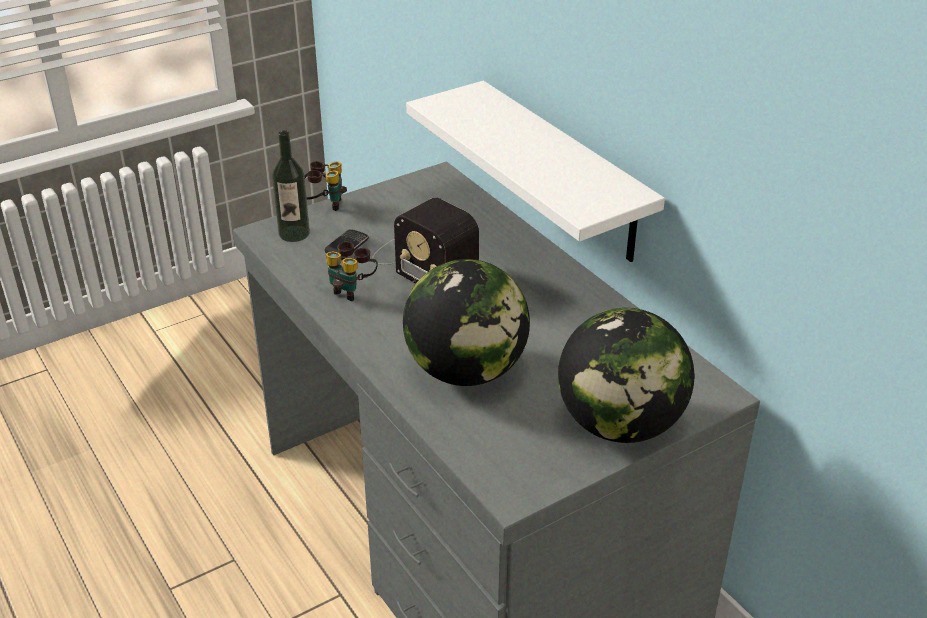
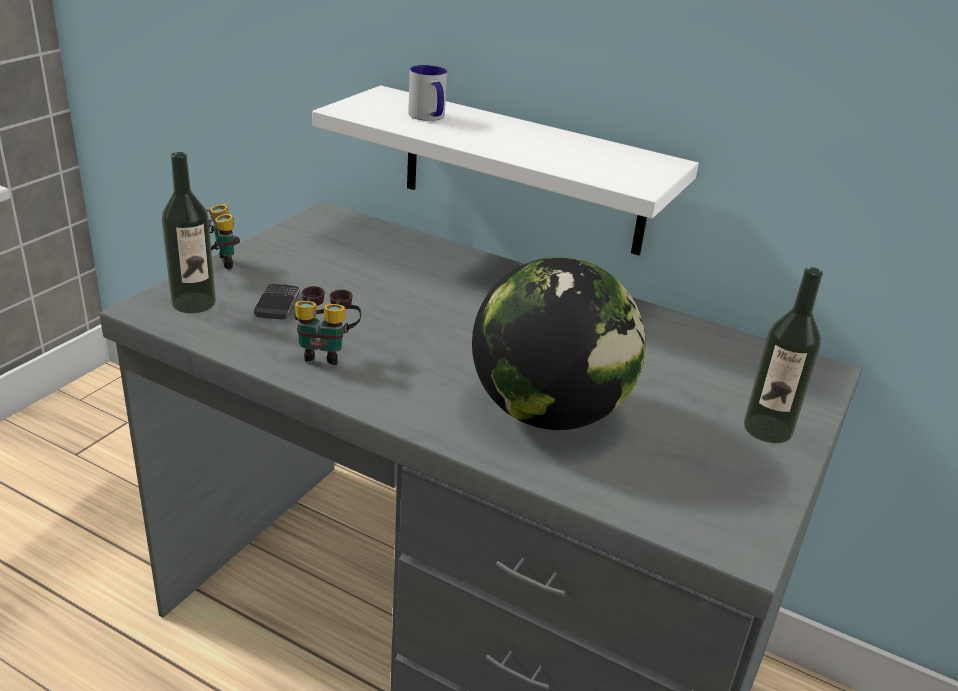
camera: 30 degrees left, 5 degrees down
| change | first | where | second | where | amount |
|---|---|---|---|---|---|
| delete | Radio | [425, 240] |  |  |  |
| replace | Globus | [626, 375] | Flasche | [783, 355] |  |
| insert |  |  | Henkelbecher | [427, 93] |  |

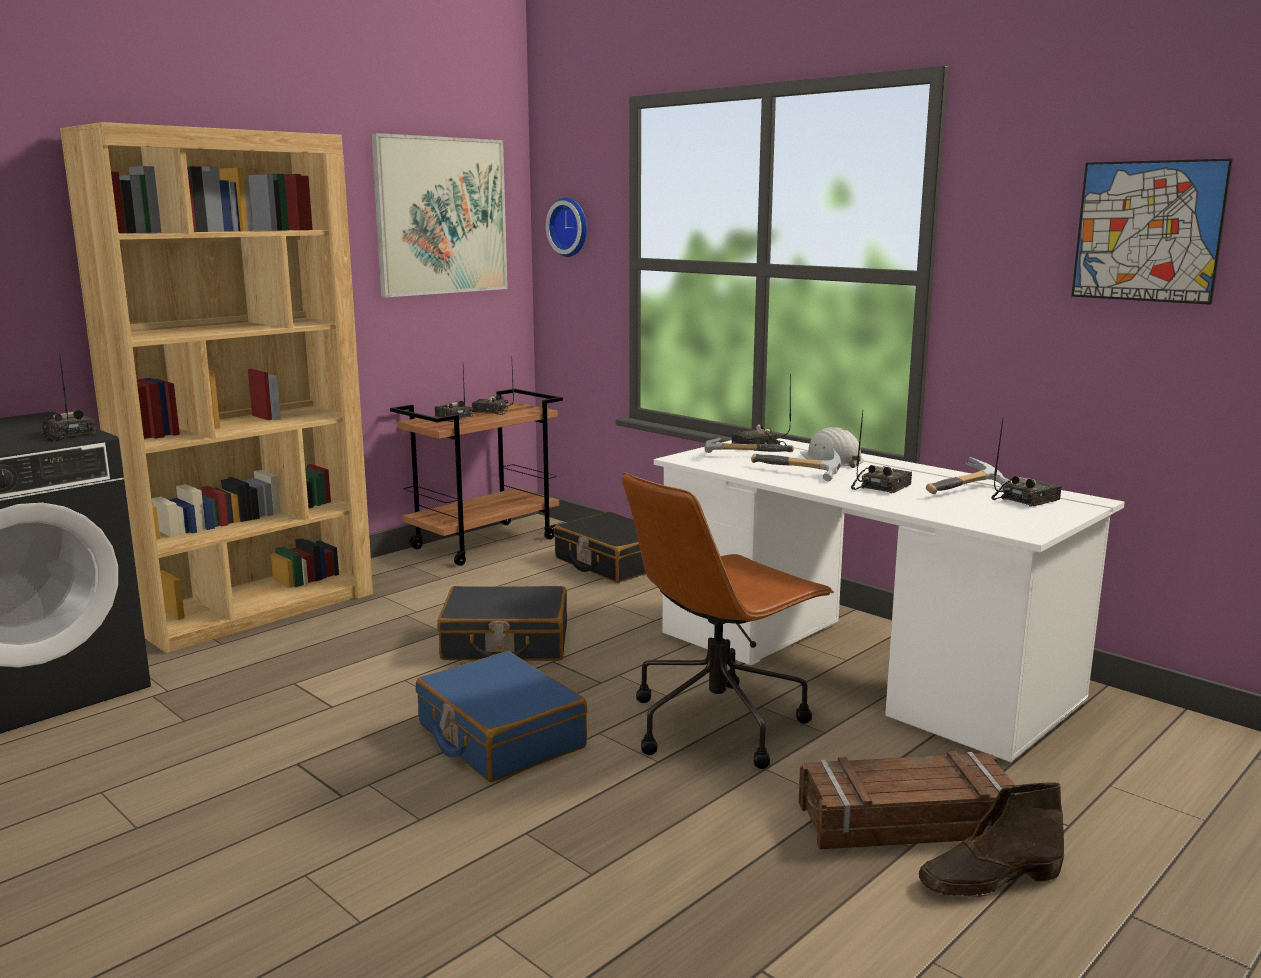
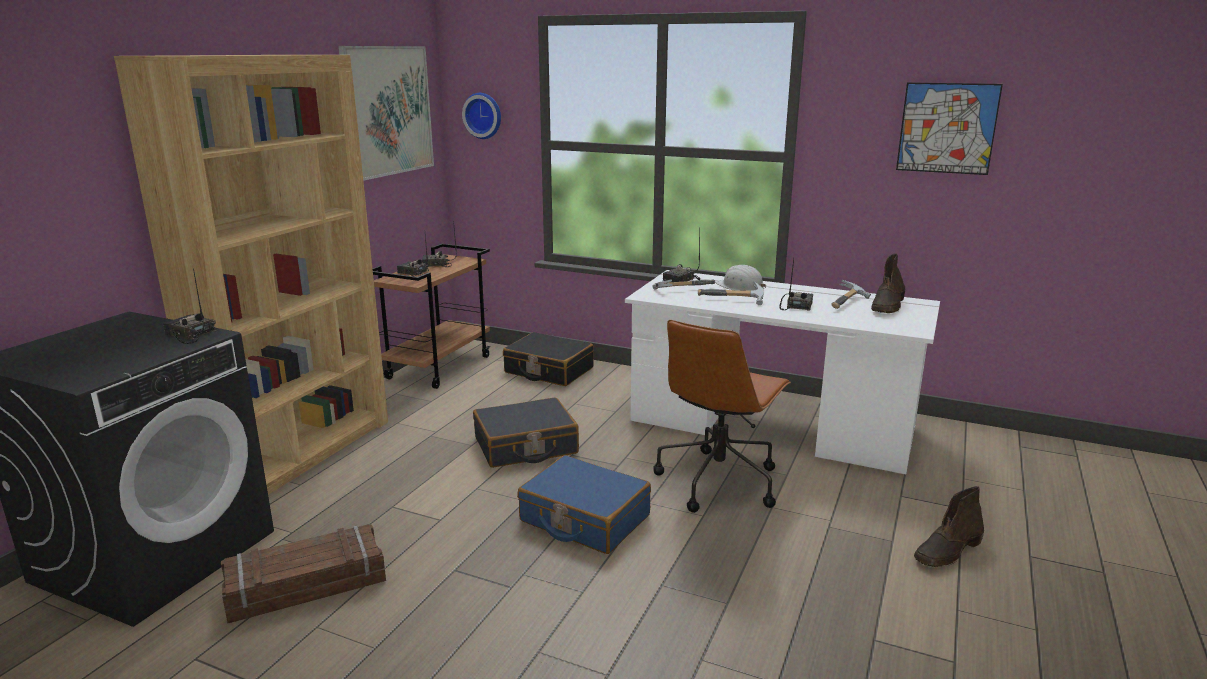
camera: 20 degrees left, 5 degrees up
| change | first | where | second | where | amount |
|---|---|---|---|---|---|
| move | Kiste | [907, 800] |  | [303, 573] |  |
| replace | Radio | [1026, 463] | Stiefel (braun) | [888, 283] |  |

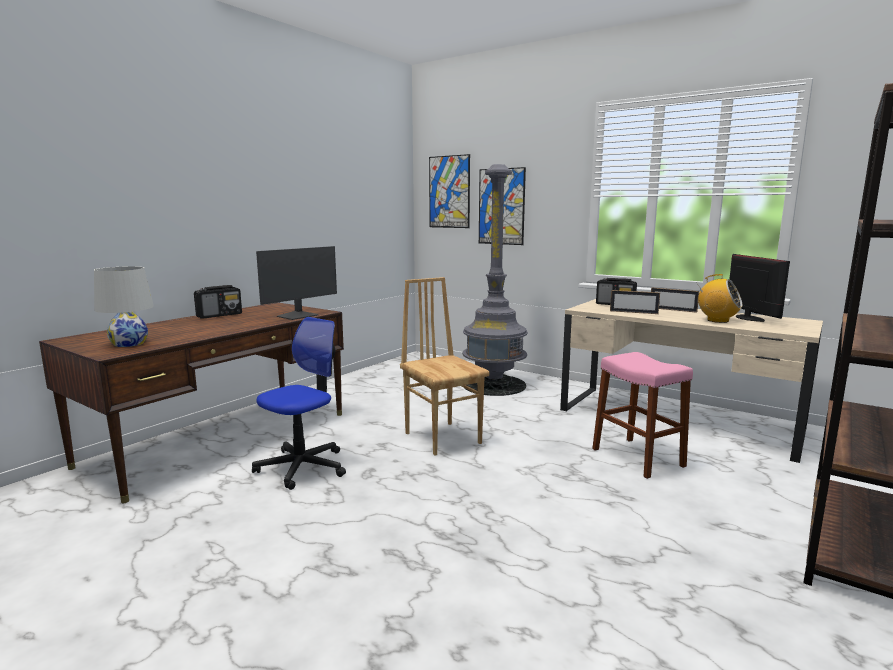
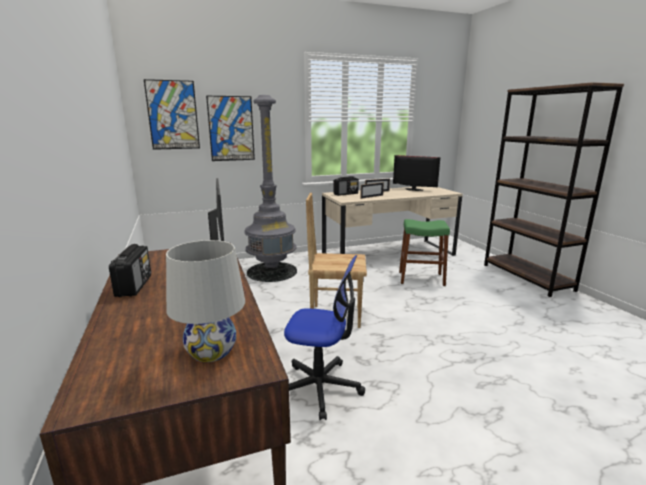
camera: 55 degrees left, 5 degrees up
| change | first | where | second | where | amount |
|---|---|---|---|---|---|
| rotate | Bürostuhl | [299, 403] |  | [324, 337] | 120 degrees clockwise |
| recolor | Hocker (rosa) | [642, 415] | Hocker (grün) | [424, 252] |  |
| delete | Radio | [719, 298] |  |  |  |

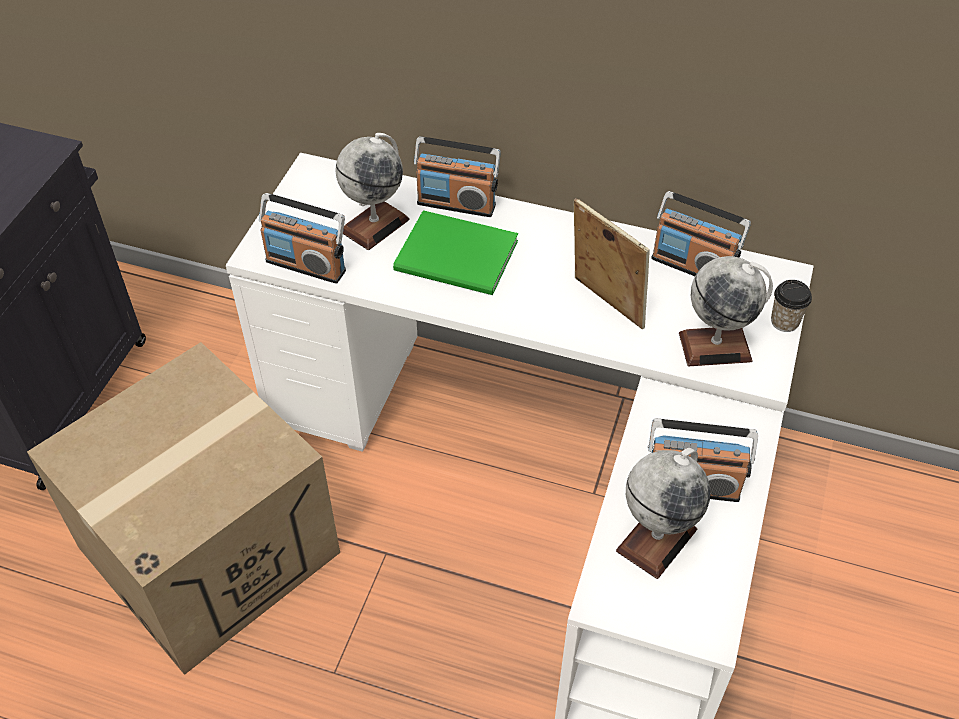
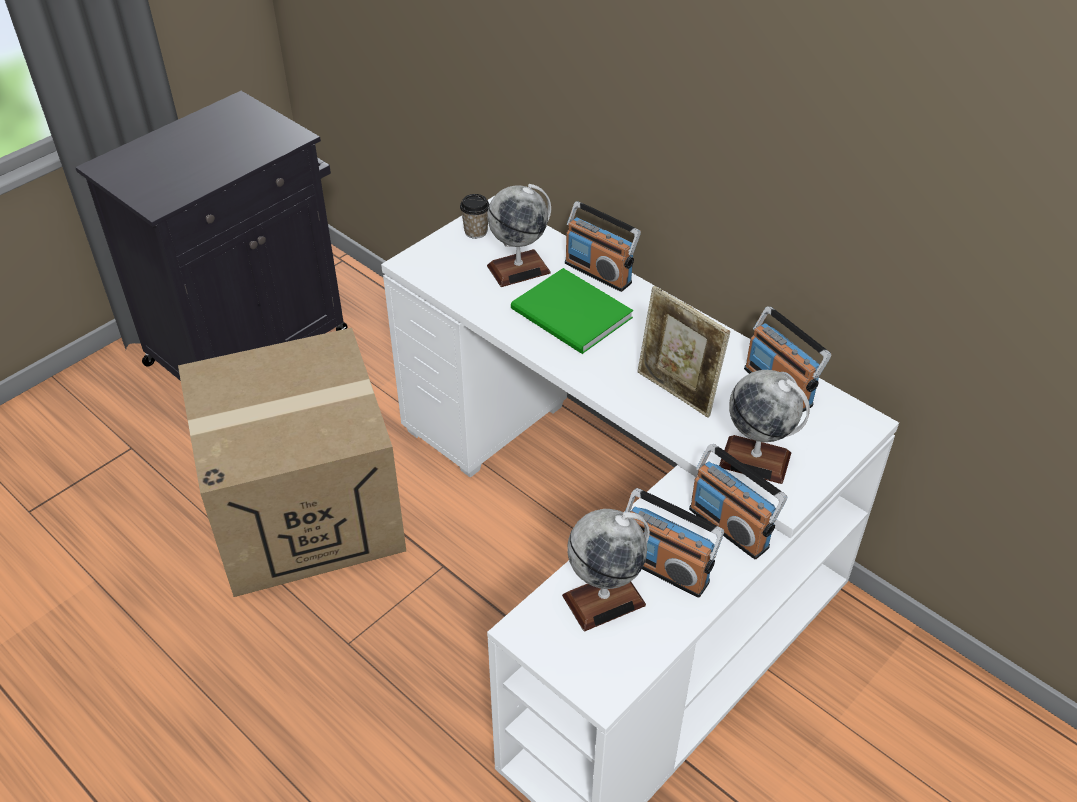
camera: 25 degrees right, 5 degrees down
| change | first | where | second | where | amount |
|---|---|---|---|---|---|
| move | Radio | [302, 238] |  | [738, 501] |  |
| rotate | Bilderrahmen | [612, 263] |  | [684, 351] | 150 degrees clockwise |
| move | Tasse | [791, 306] |  | [475, 216] |  |

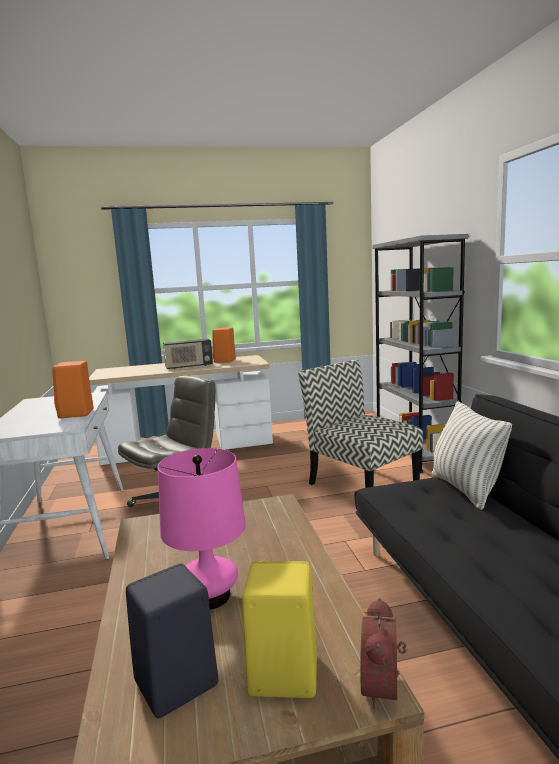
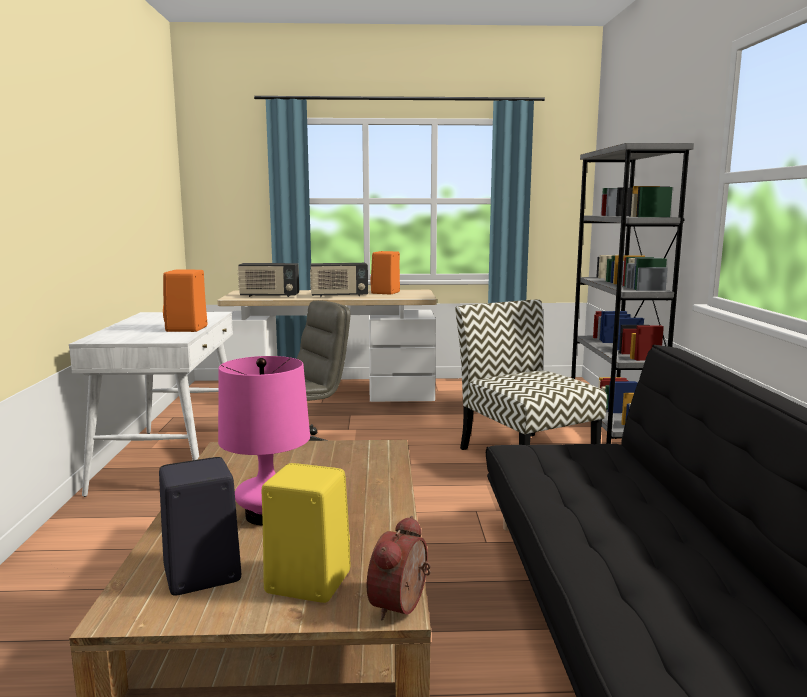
camera: 10 degrees right, 0 degrees up
| change | first | where | second | where | amount |
|---|---|---|---|---|---|
| delete | Kissen | [472, 455] |  |  |  |
| insert |  |  | Radio | [268, 280] |  |

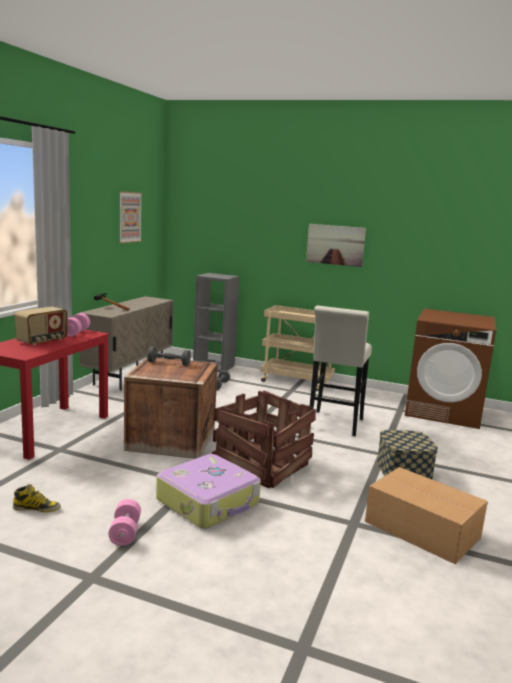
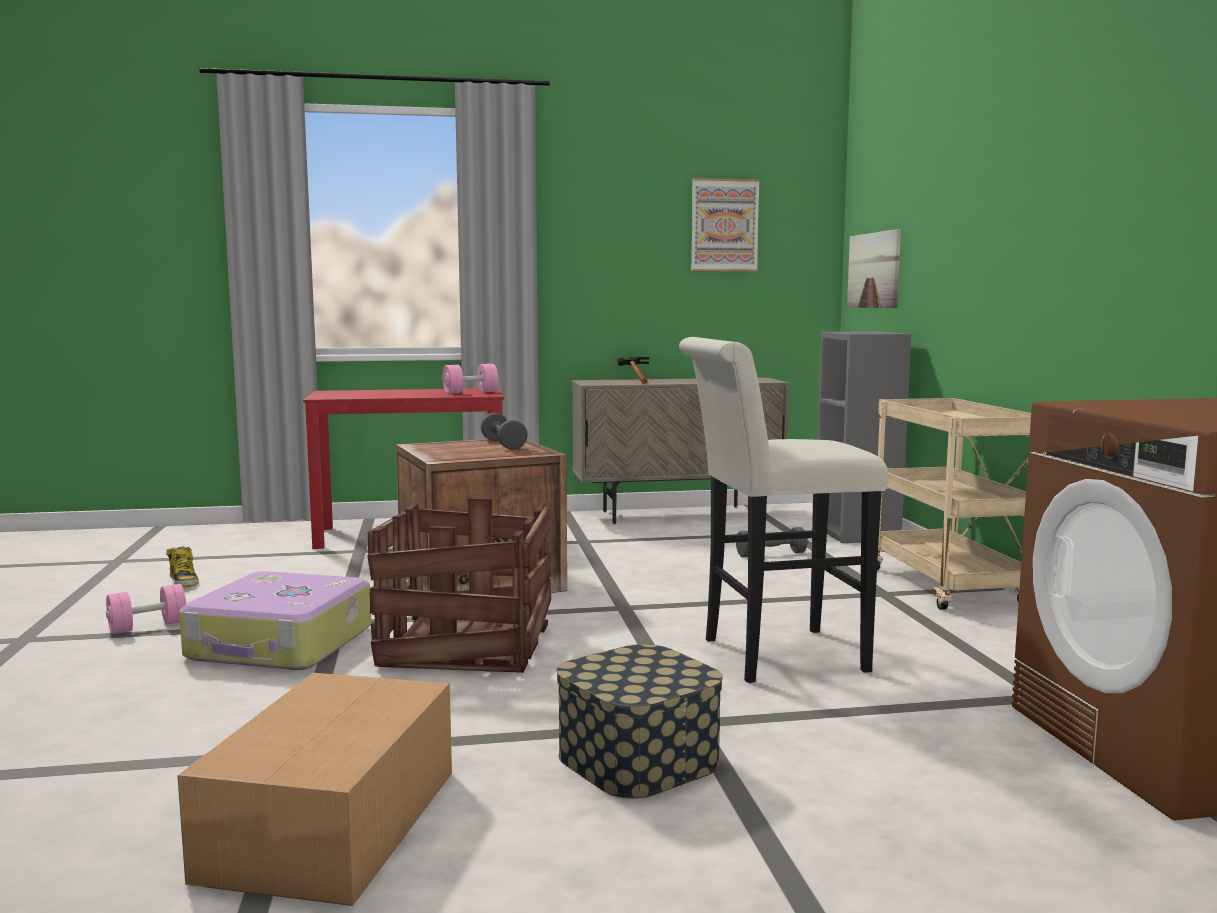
camera: 60 degrees right, 5 degrees down
| change | first | where | second | where | amount |
|---|---|---|---|---|---|
| delete | Radio | [41, 326] |  |  |  |
| move | Bild | [336, 245] |  | [874, 268] |  |

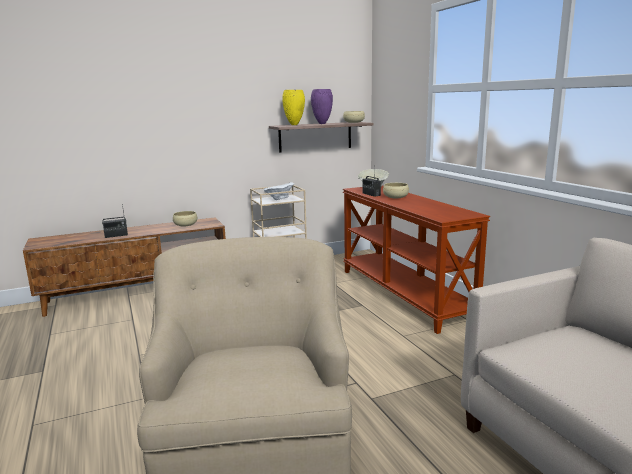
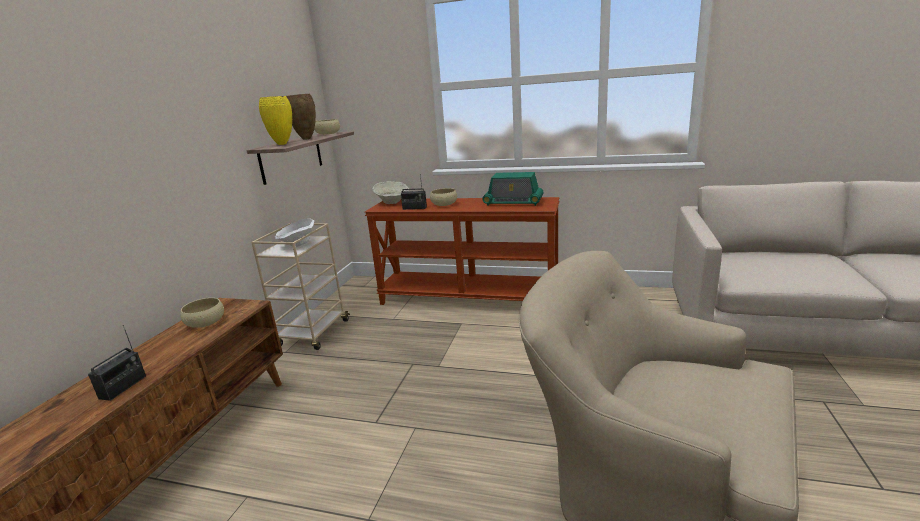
camera: 50 degrees left, 5 degrees up
| change | first | where | second | where | amount |
|---|---|---|---|---|---|
| recolor | Vase (lila) | [322, 106] | Vase (braun) | [301, 117] |  |
| insert |  |  | Radio | [512, 189] |  |

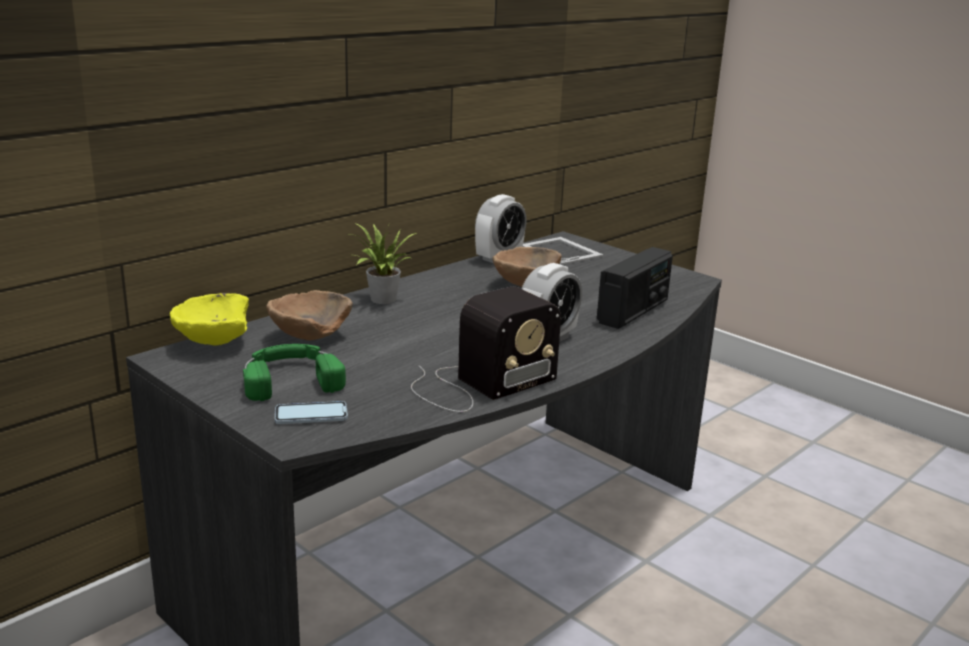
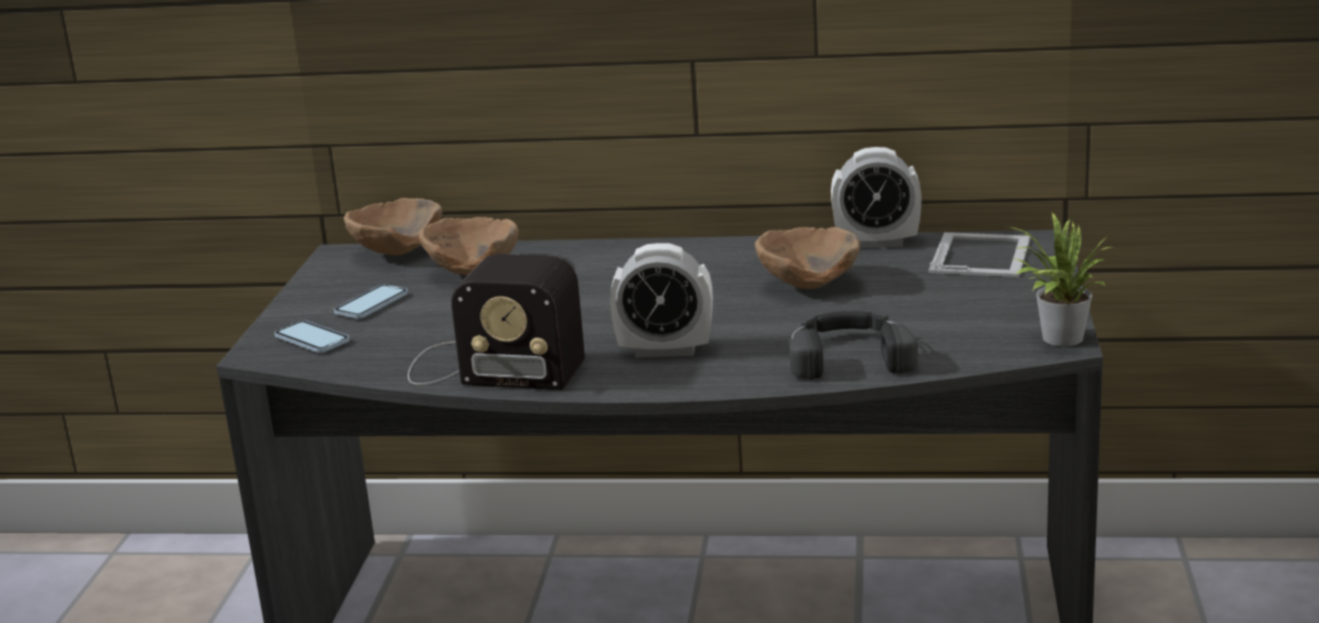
camera: 55 degrees right, 0 degrees up
| change | first | where | second | where | amount |
|---|---|---|---|---|---|
| recolor | Schüssel (gelb) | [209, 319] | Schüssel (braun) | [393, 227] |  |
| replace | Kopfhörer (grün) | [294, 372] | Handy | [371, 301] |  |
| move | Topfpflanze | [385, 263] |  | [1061, 279] |  |
| replace | Radio | [635, 288] | Kopfhörer (schwarz) | [853, 345] |  |

